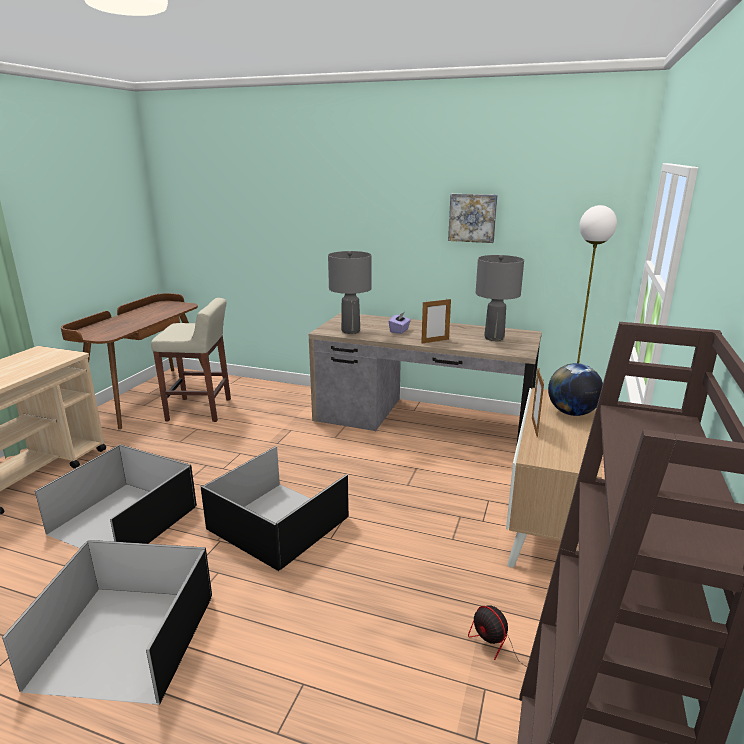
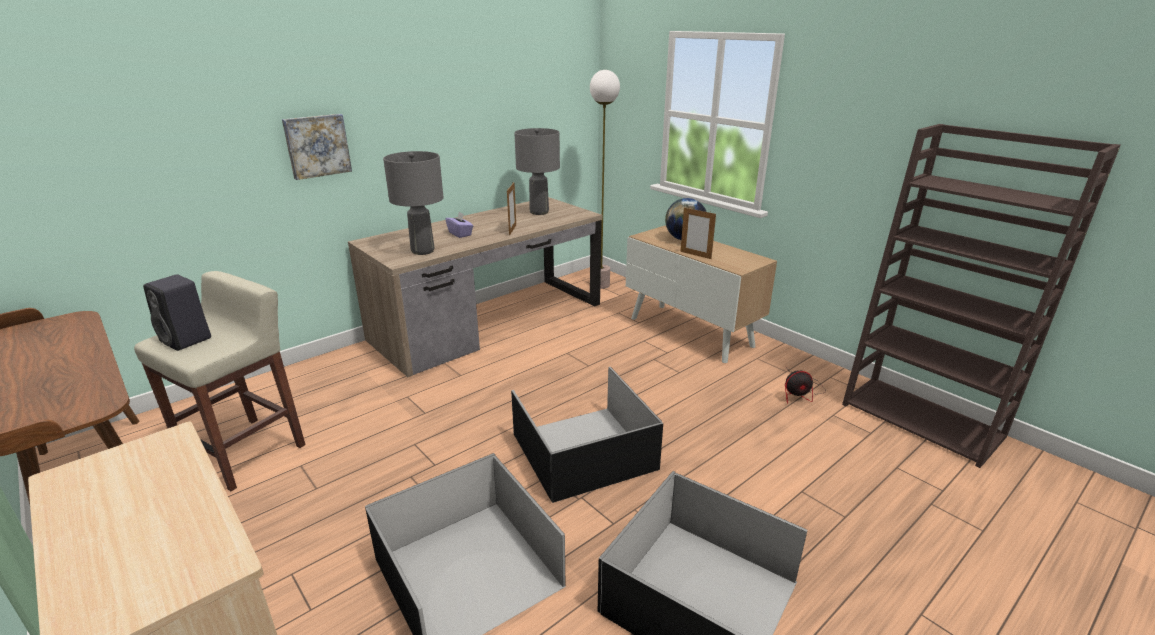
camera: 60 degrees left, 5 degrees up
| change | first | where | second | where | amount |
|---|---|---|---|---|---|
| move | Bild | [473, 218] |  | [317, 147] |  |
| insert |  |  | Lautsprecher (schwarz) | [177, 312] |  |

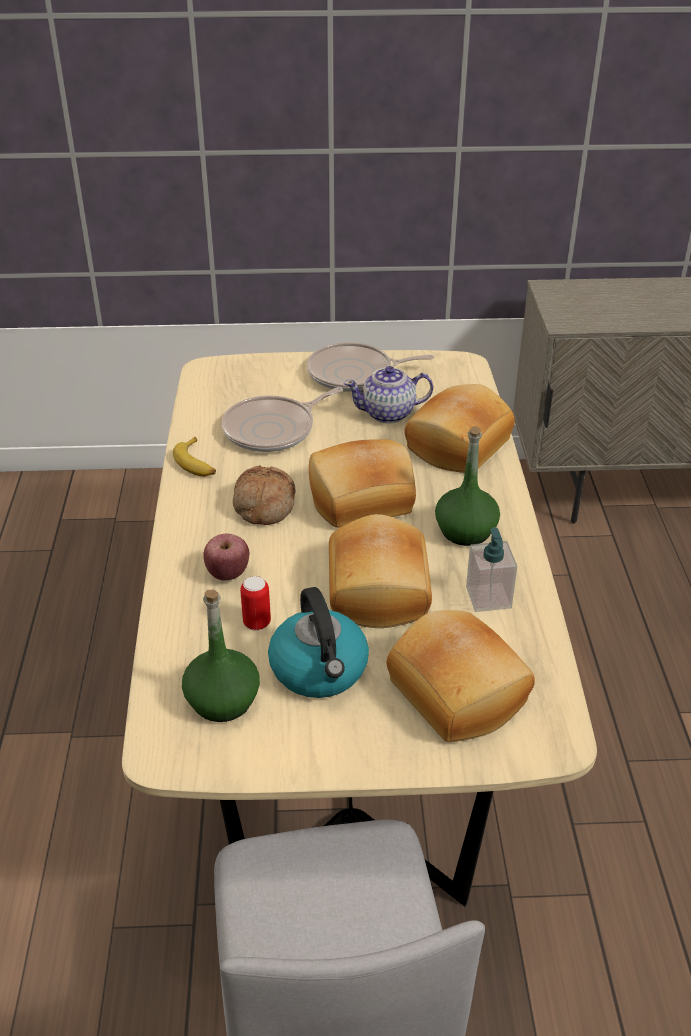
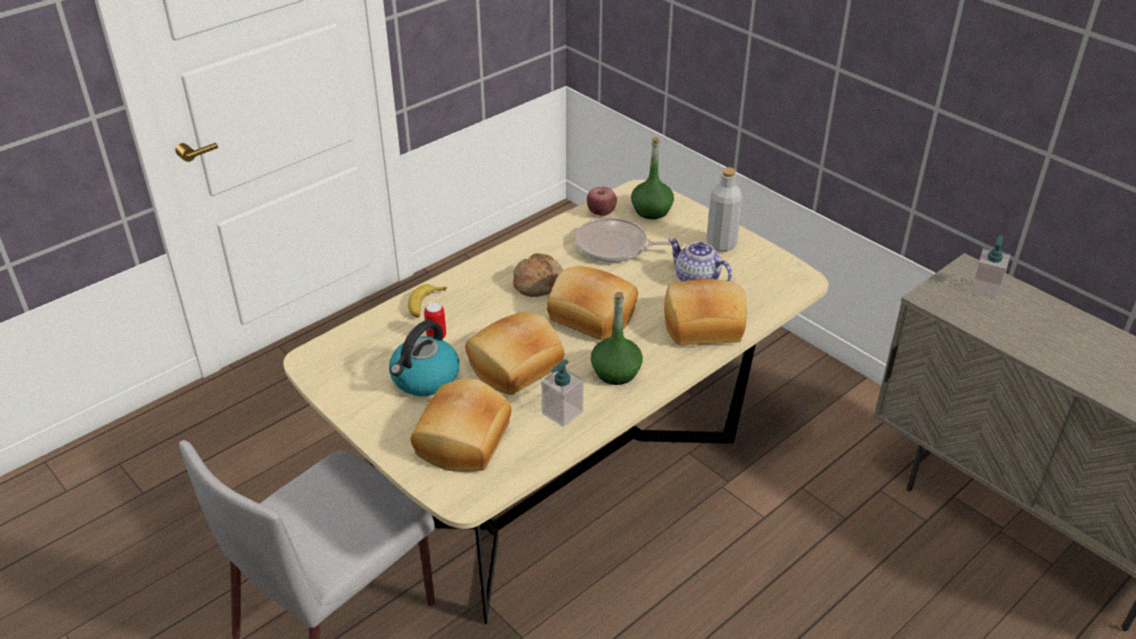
camera: 50 degrees right, 0 degrees up
| change | first | where | second | where | amount |
|---|---|---|---|---|---|
| move | Banane | [194, 457] |  | [427, 301] |  |
| move | Flasche (grün) | [221, 656] |  | [652, 178] |  |
| move | Apfel | [226, 557] |  | [602, 201] |  |
| replace | Pfanne | [370, 367] | Flasche (grau) | [724, 209] |  |
| insert |  |  | Seifenspender | [990, 267] |  |

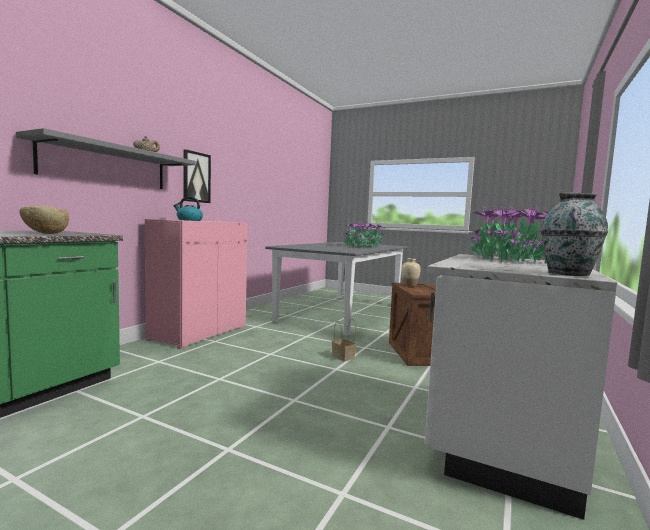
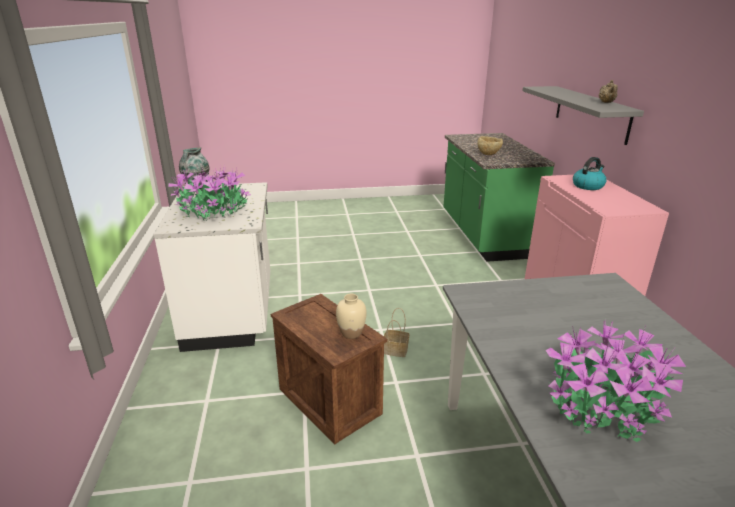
camera: 145 degrees right, 20 degrees up
| change | first | where | second | where | amount |
|---|---|---|---|---|---|
| delete | Bild | [197, 176] |  |  |  |

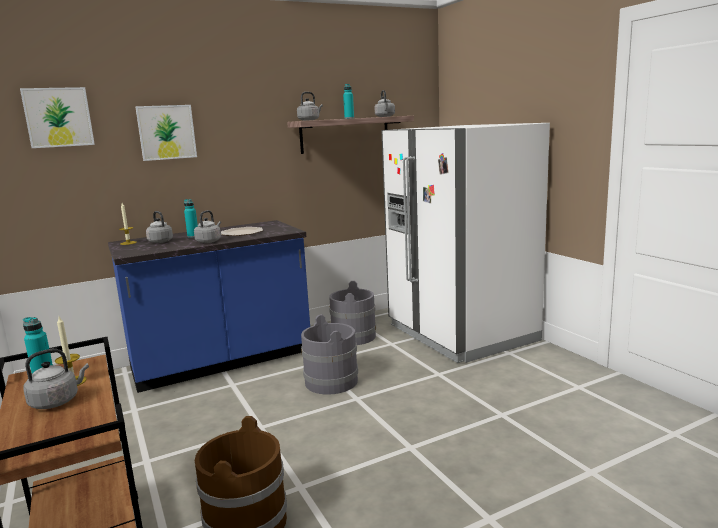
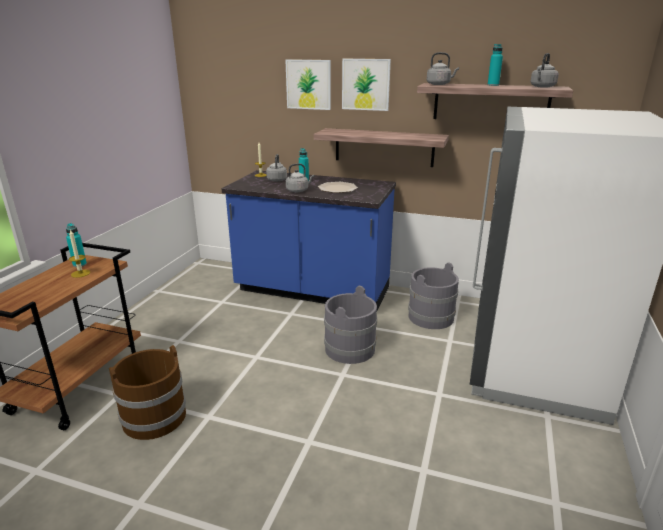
camera: 45 degrees right, 10 degrees up
| change | first | where | second | where | amount |
|---|---|---|---|---|---|
| move | Bild | [57, 117] |  | [366, 85] |  |
| delete | Wasserkessel (grau) | [56, 378] |  |  |  |
| insert |  |  | Wandregal | [381, 147] |  |

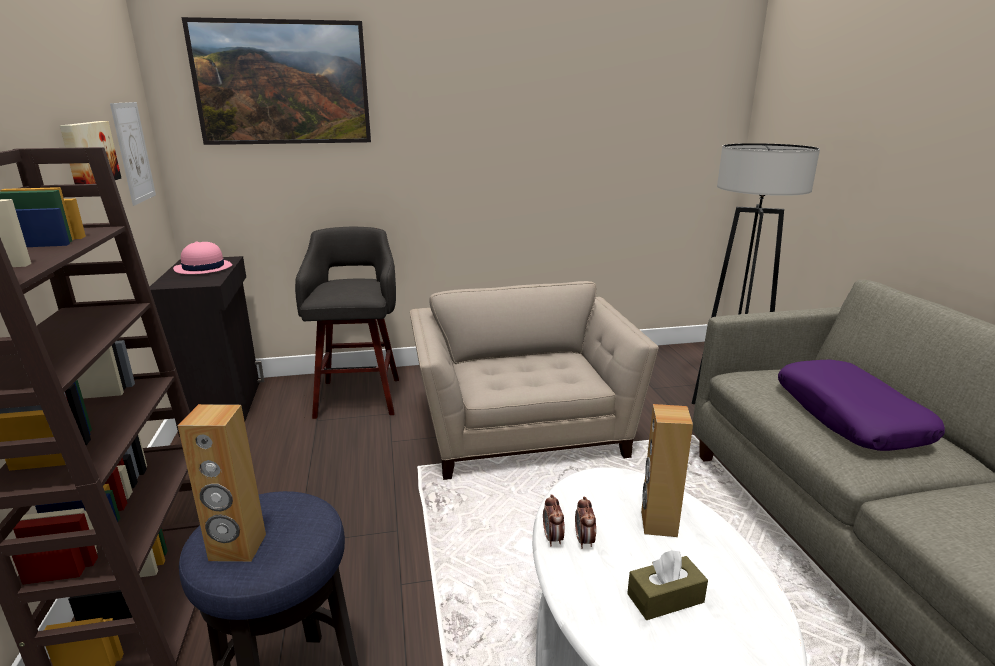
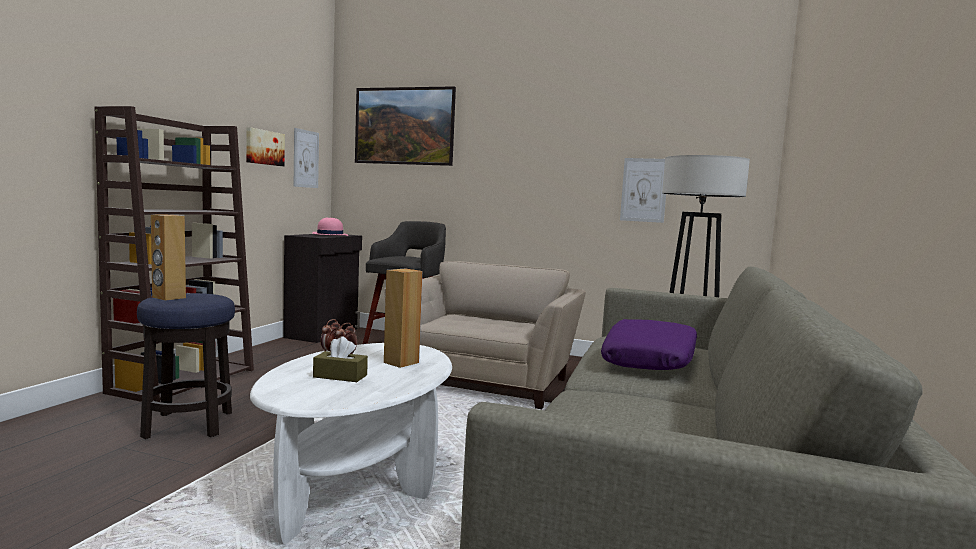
camera: 30 degrees right, 15 degrees down
| change | first | where | second | where | amount |
|---|---|---|---|---|---|
| insert |  |  | Bild | [643, 190] |  |

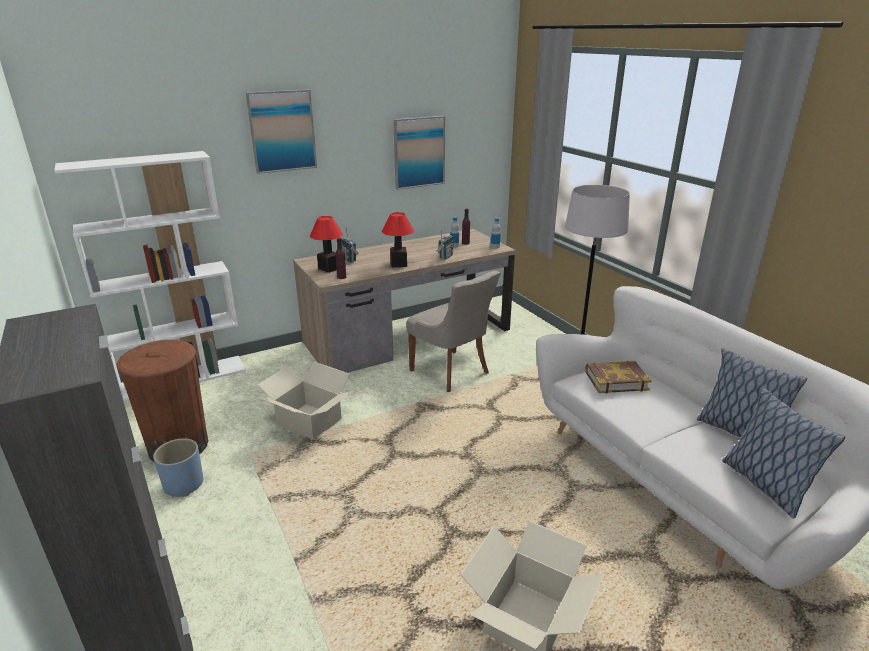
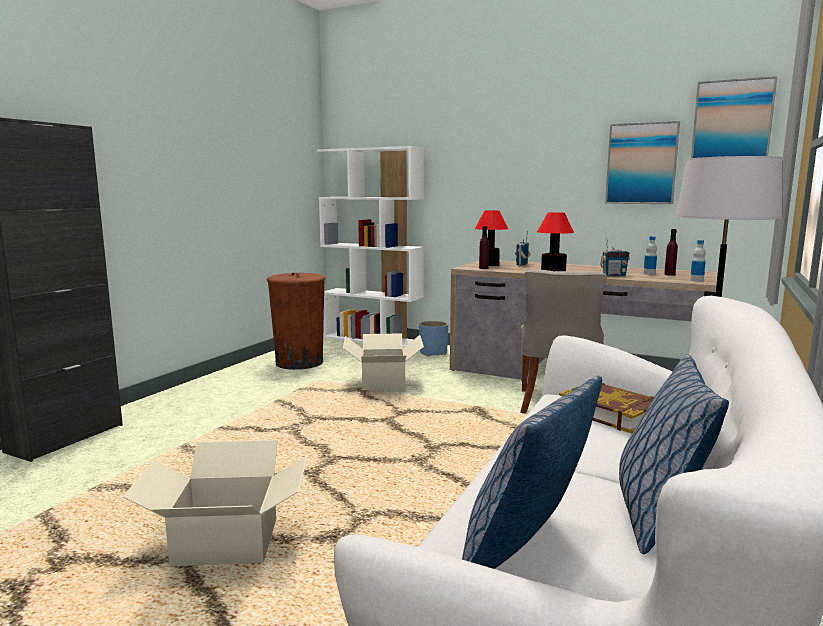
camera: 55 degrees right, 15 degrees down
| change | first | where | second | where | amount |
|---|---|---|---|---|---|
| move | Pflanzkübel (blau) | [178, 467] |  | [433, 339] |  |
| move | Bild | [281, 132] |  | [734, 117] |  |

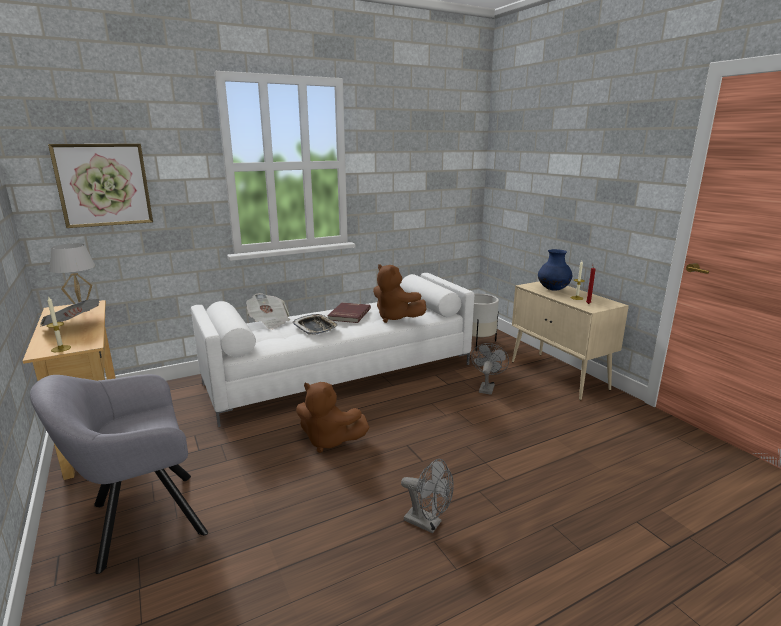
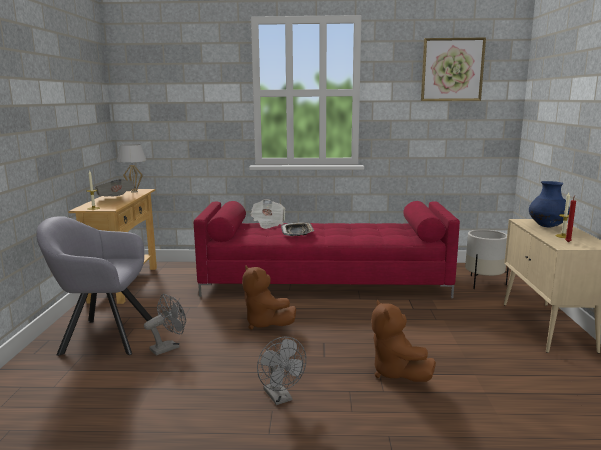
camera: 30 degrees right, 5 degrees down
| change | first | where | second | where | amount |
|---|---|---|---|---|---|
| move | Bild | [100, 186] |  | [453, 69] |  |
| recolor | Sofa (weiß) | [332, 350] | Sofa (rot) | [327, 249] |  |
| delete | Buch (rot) | [349, 312] |  |  |  |
| move | Plüschtier (braun) | [400, 293] |  | [403, 340] |  |
| move | Ventilator (grau) | [490, 369] |  | [165, 324] |  |

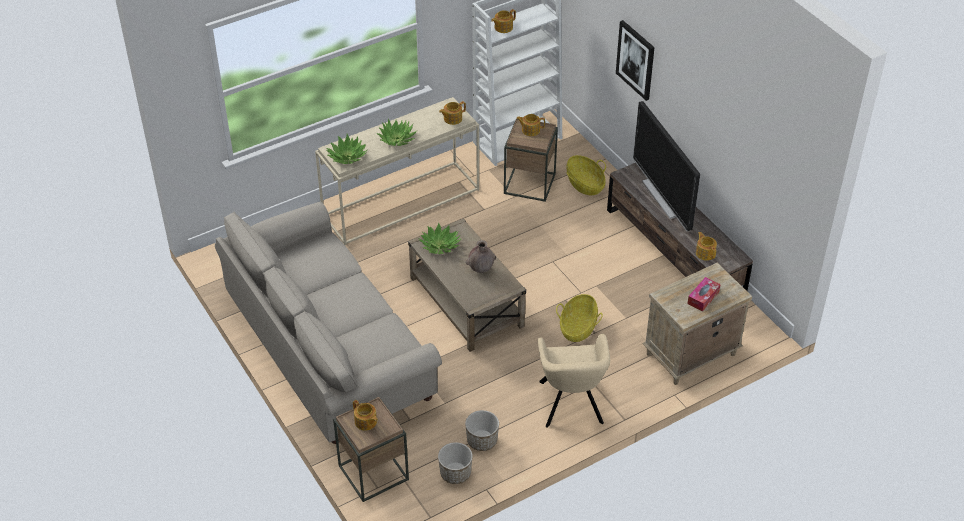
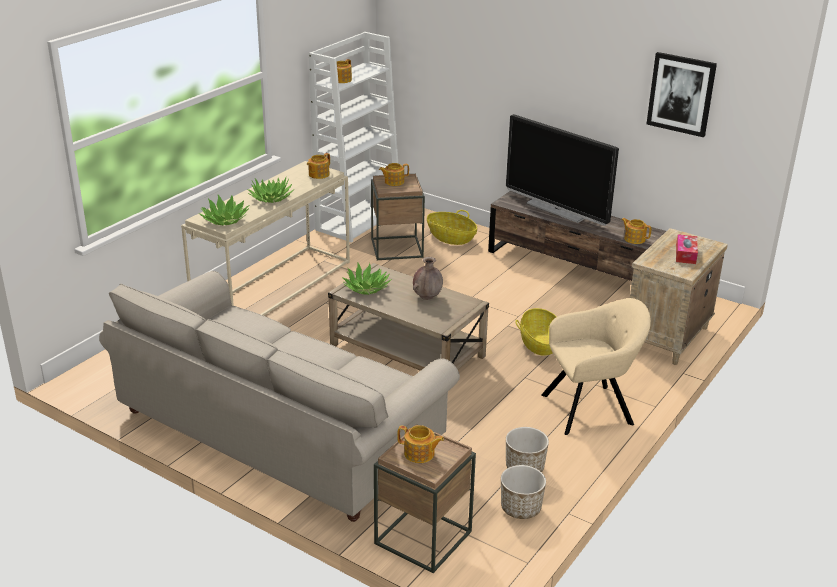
camera: 25 degrees left, 15 degrees down
| change | first | where | second | where | amount |
|---|---|---|---|---|---|
| rotate | Sessel (beige) | [574, 381] |  | [596, 366] | 75 degrees counterclockwise |
| move | Bild | [635, 60] |  | [682, 94] |  |

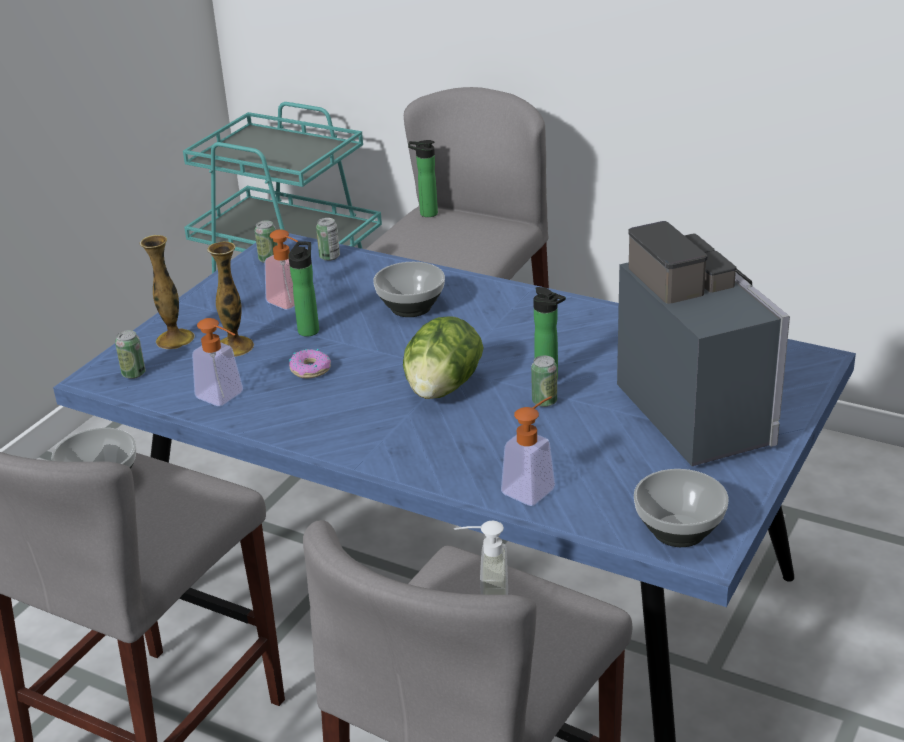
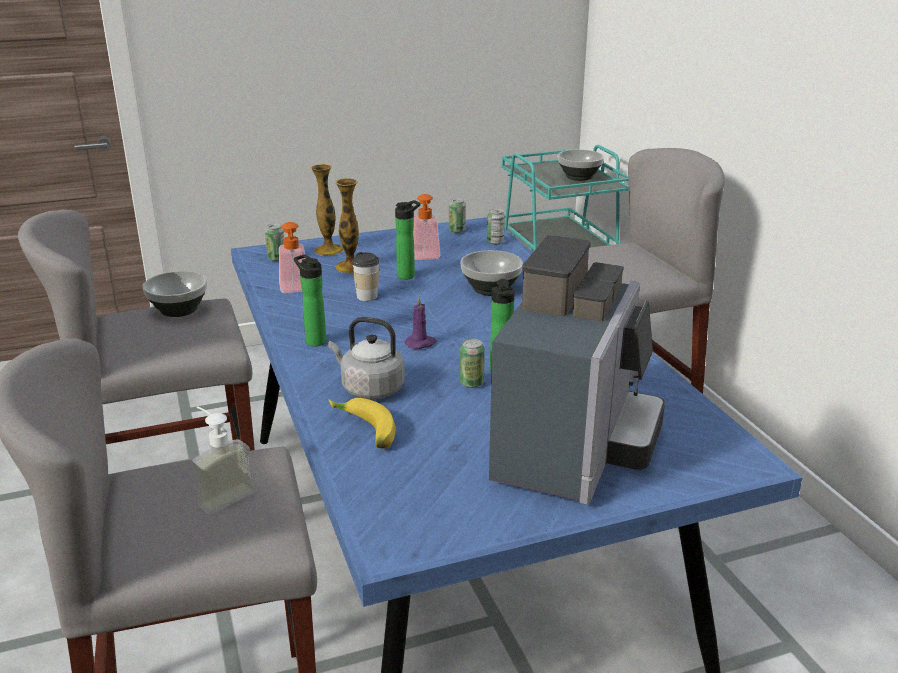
camera: 40 degrees right, 5 degrees down
| change | first | where | second | where | amount |
|---|---|---|---|---|---|
| replace | Donut | [310, 363] | Tasse | [365, 276] |  |
| replace | Salatkopf | [443, 357] | Kerze (lila) | [421, 322] |  |
| move | Flasche | [423, 178] |  | [310, 300] |  |
| replace | Seifenspender | [528, 451] | Banane | [362, 423] |  |
| move | Schüssel | [681, 508] |  | [581, 165] |  |
| insert |  |  | Wasserkessel (grau) | [366, 358] |  |

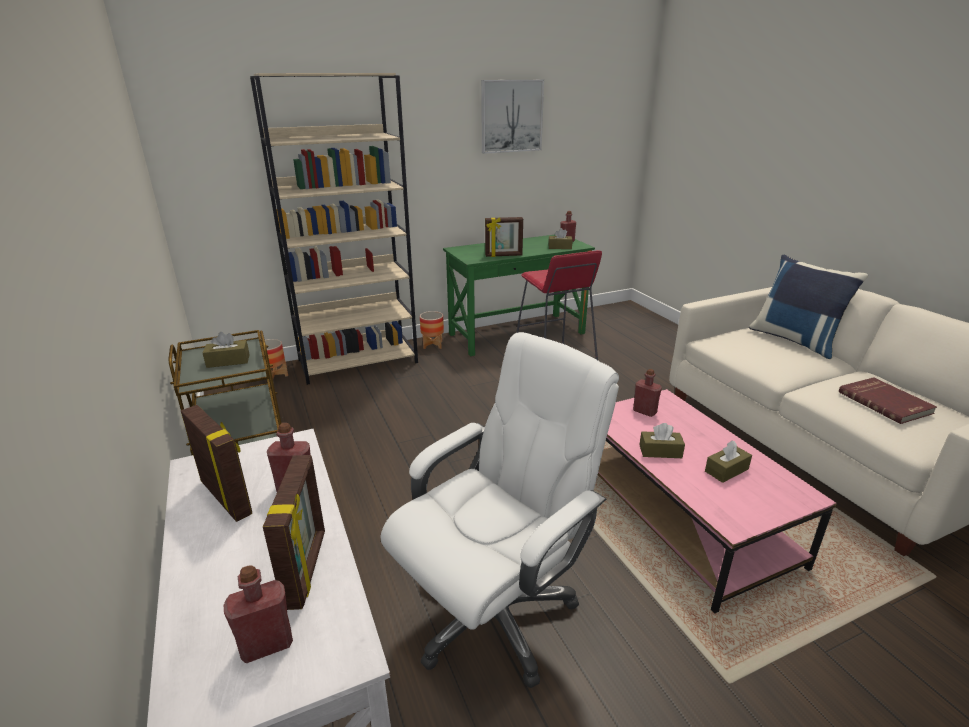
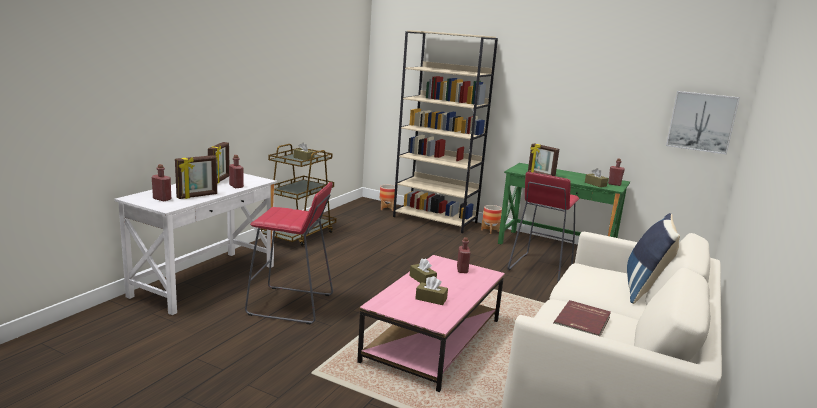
camera: 50 degrees right, 10 degrees down
| change | first | where | second | where | amount |
|---|---|---|---|---|---|
| replace | Bürostuhl (weiß) | [499, 510] | Hocker (rot) | [289, 253] |  |
| move | Bild | [512, 117] |  | [703, 123] |  |

